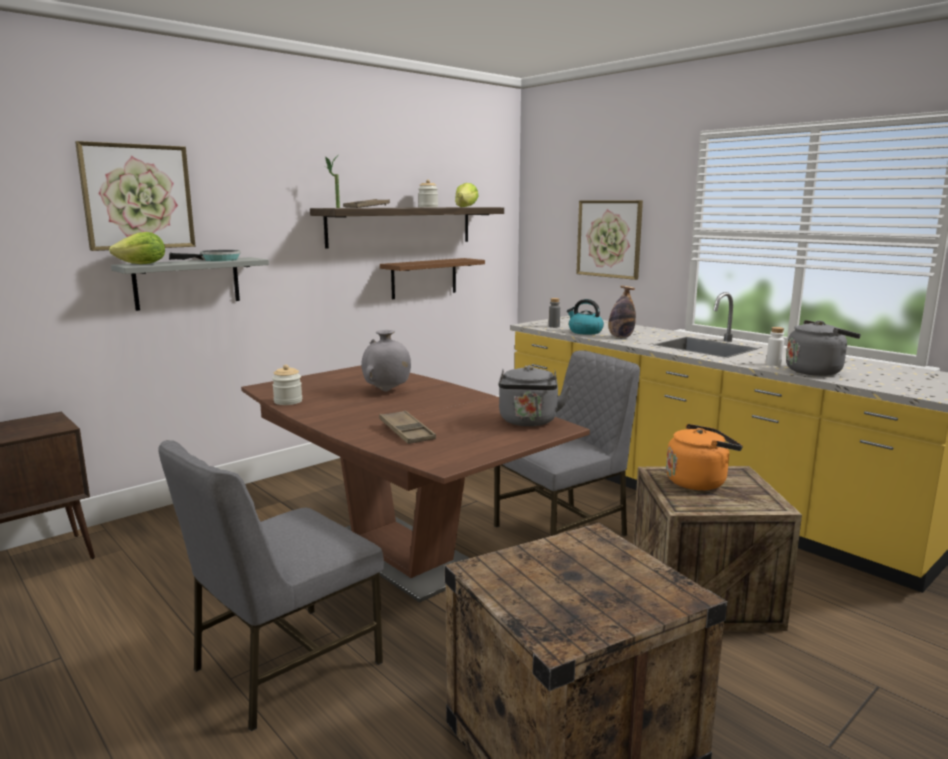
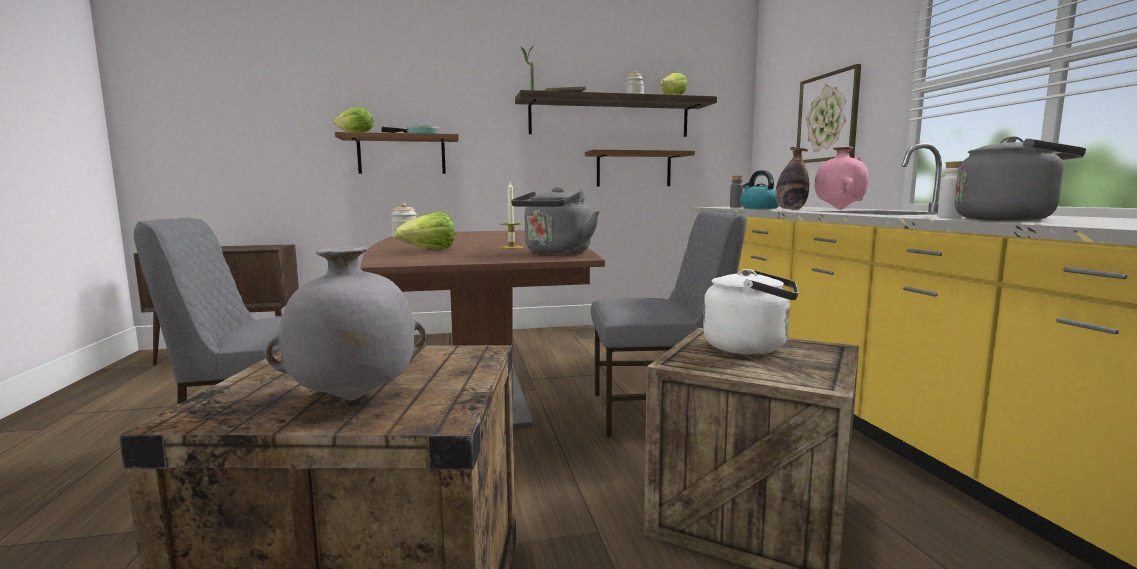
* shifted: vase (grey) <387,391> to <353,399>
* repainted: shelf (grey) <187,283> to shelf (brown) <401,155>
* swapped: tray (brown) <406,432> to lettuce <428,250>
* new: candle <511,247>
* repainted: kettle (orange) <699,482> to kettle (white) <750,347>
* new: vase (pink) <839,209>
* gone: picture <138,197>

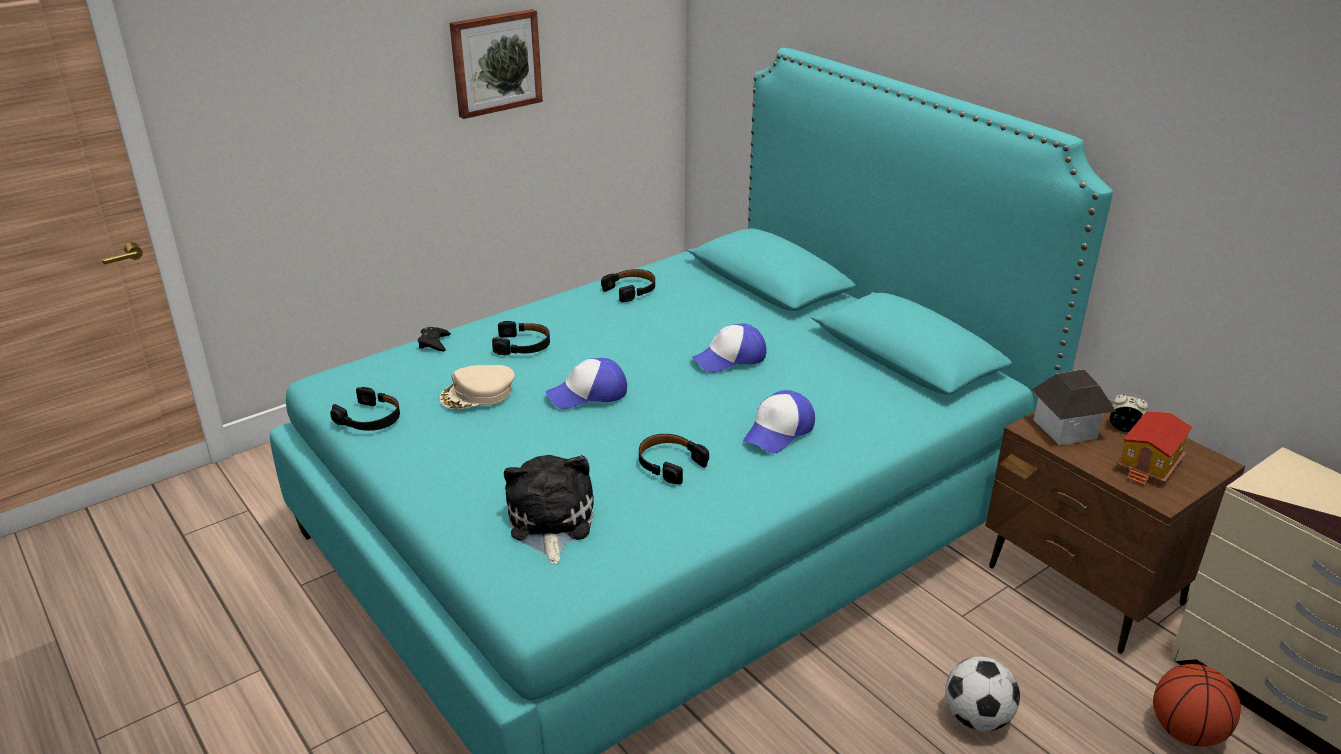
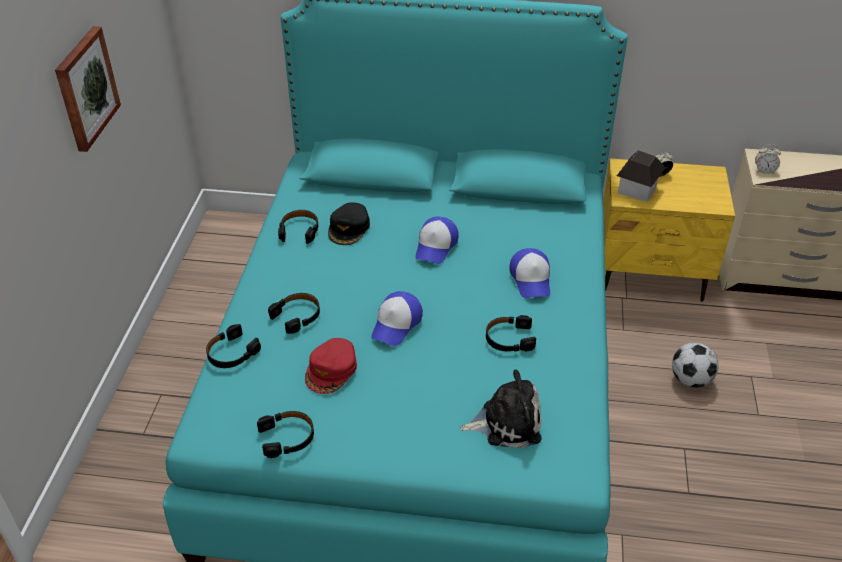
* swapped: game controller (black) <434,343> to headphones (black) <231,353>
* repainted: cap (beige) <478,394> to cap (red) <331,370>
* new: cap (black) <349,228>
* rotated: plush toy <549,523> = <506,422> 135 degrees clockwise
* repainted: nightstand (brown) <1085,586> to nightstand (yellow) <651,274>
* new: alarm clock <764,171>
* gone: toy house <1150,466>
* gone: basketball <1186,731>

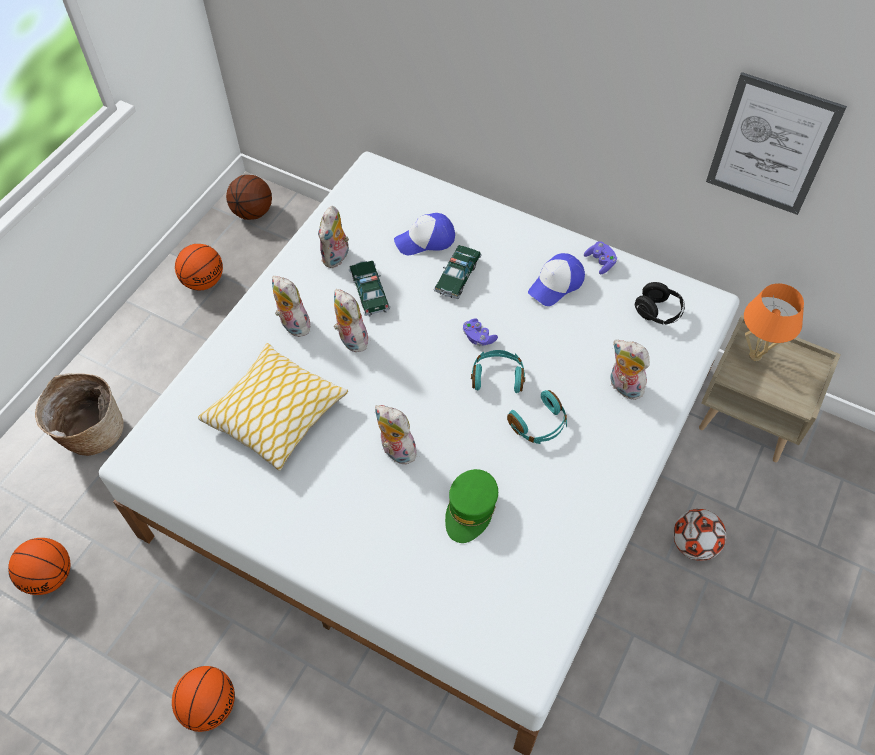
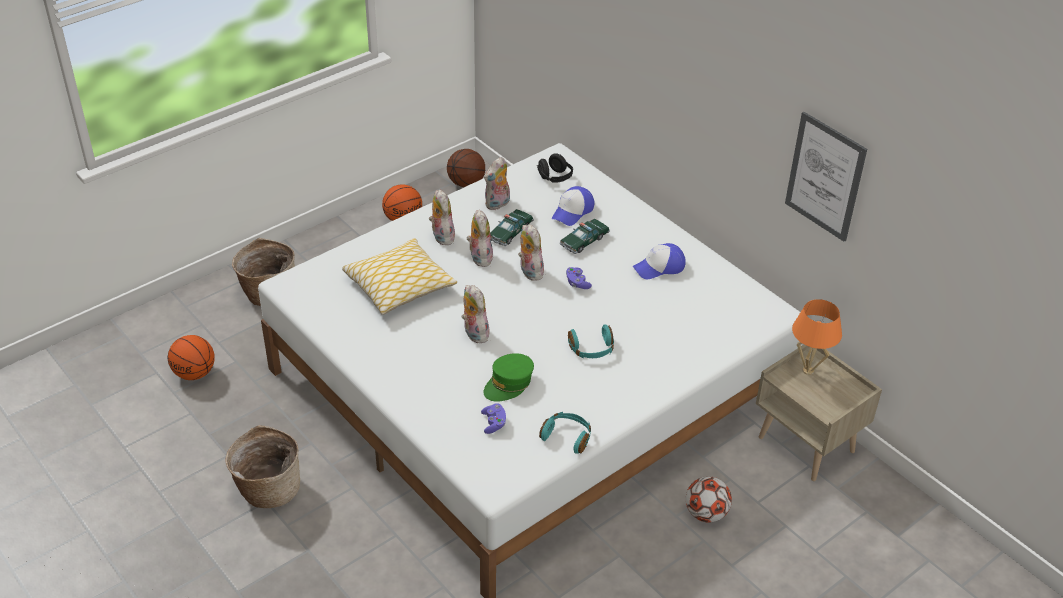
* swapped: basketball <210,705> to basket <268,489>
* shifted: game controller (purple) <600,262> to <494,423>
* rotated: toy car <369,292> = <510,232> 150 degrees counterclockwise
* shifted: plush toy <623,387> to <529,271>
* shifted: headphones (black) <658,312> to <555,178>
* shifted: headphones (turquoise) <497,376> to <567,437>
* rotated: cap <425,240> = <573,211> 60 degrees counterclockwise

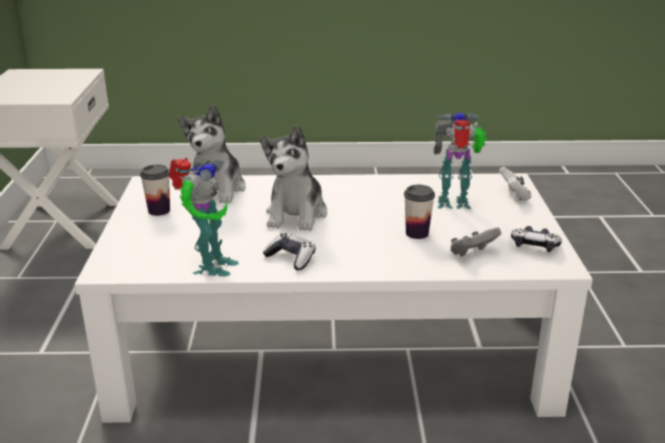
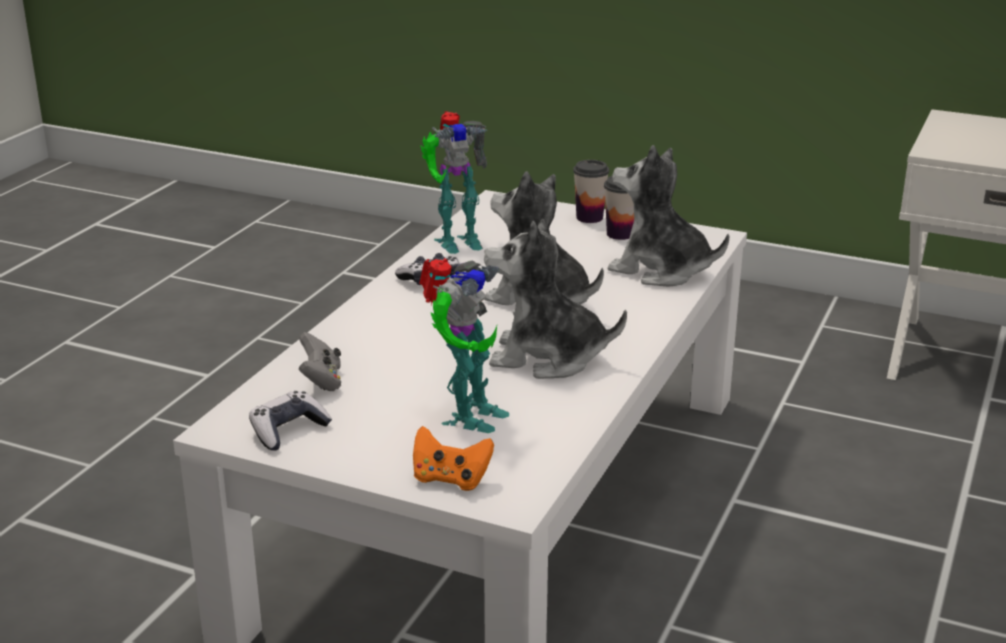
* repainted: game controller (white) <514,195> to game controller (orange) <450,479>
* rotated: toy robot <210,266> = <456,241> 60 degrees counterclockwise
* new: plush toy <547,357>
* shifted: cup <417,233> to <589,218>

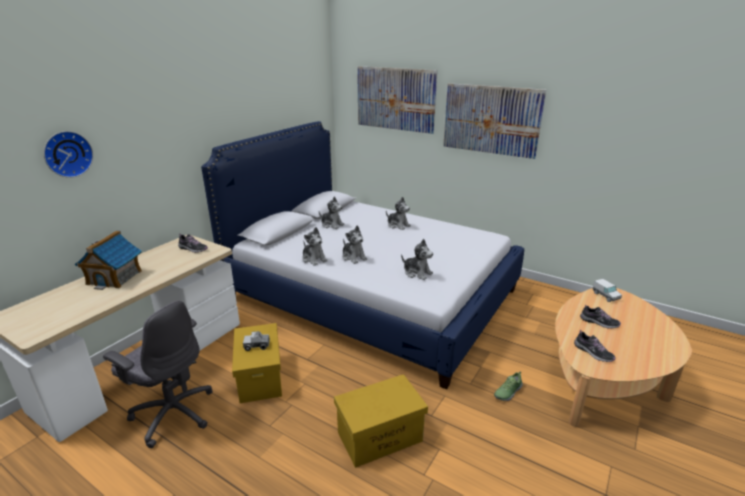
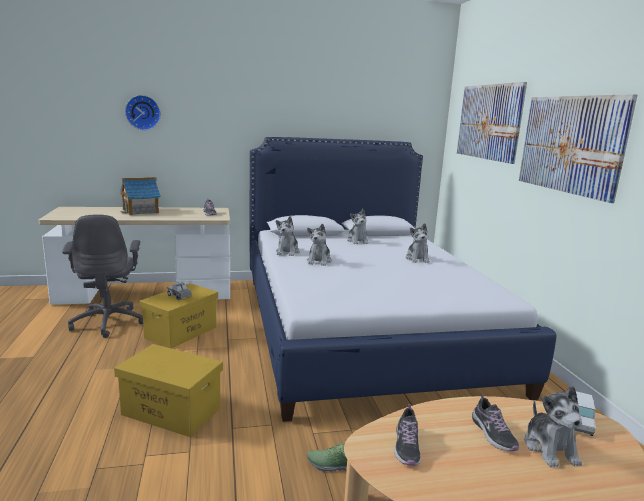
* shifted: plush toy <417,273> to <550,448>

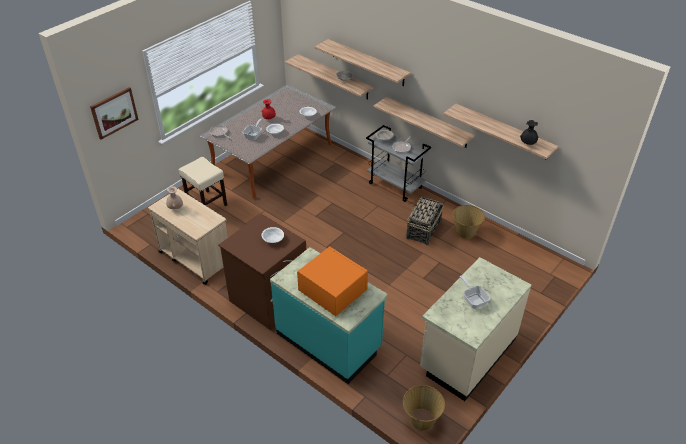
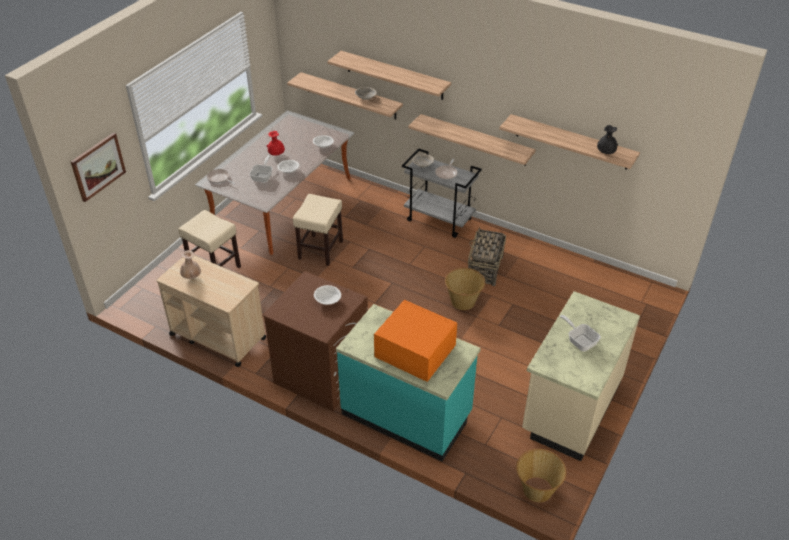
* new: stool (beige) <320,250>
* shifted: basket <466,232> to <463,301>

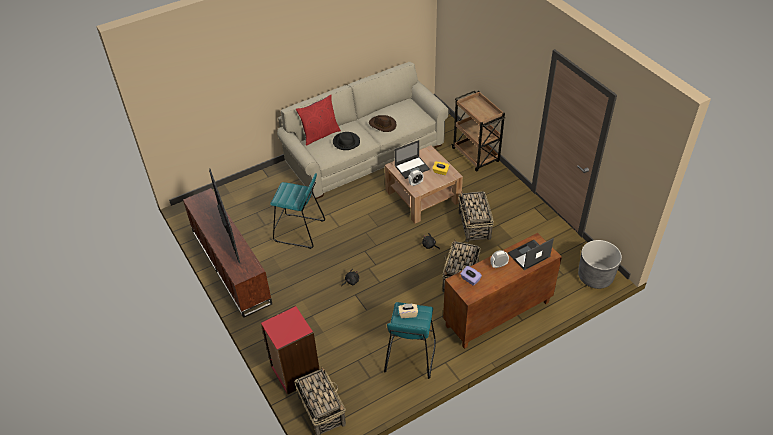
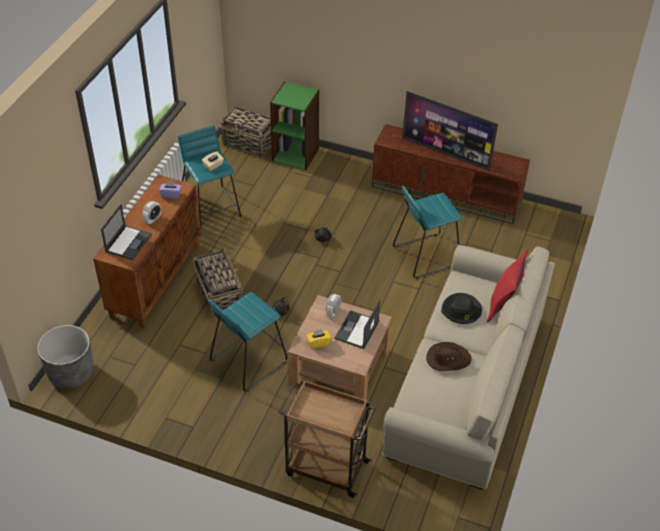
* swapped: basket <474,226> to stool (turquoise) <248,361>
* repainted: bookcase (red) <295,372> to bookcase (green) <296,154>

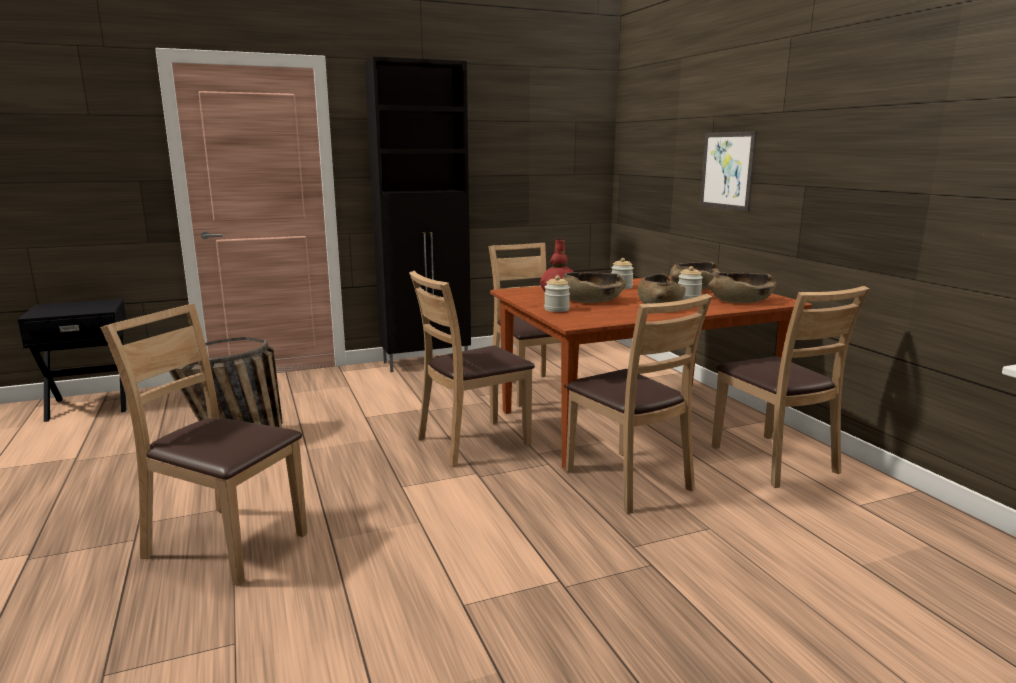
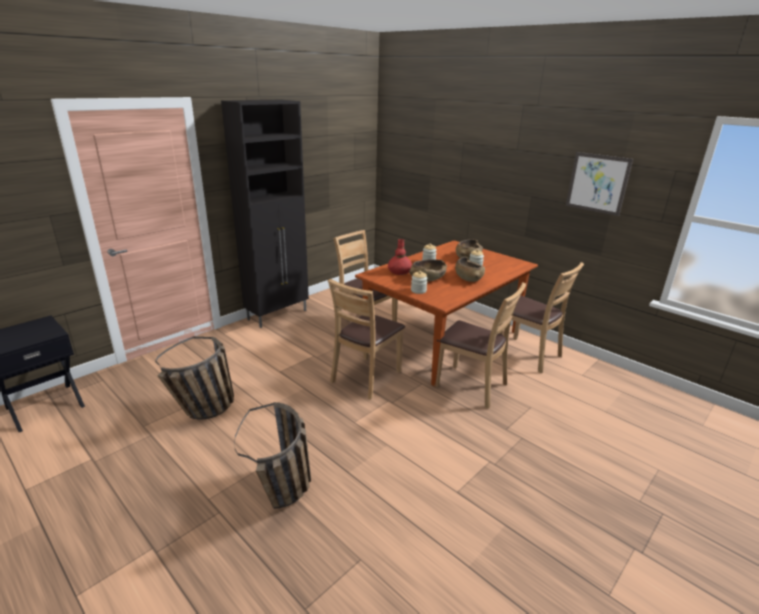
* swapped: chair (brown) <226,544> to basket <286,496>
* shifted: picture <727,170> to <597,183>
* gone: bowl (brown) <740,301>

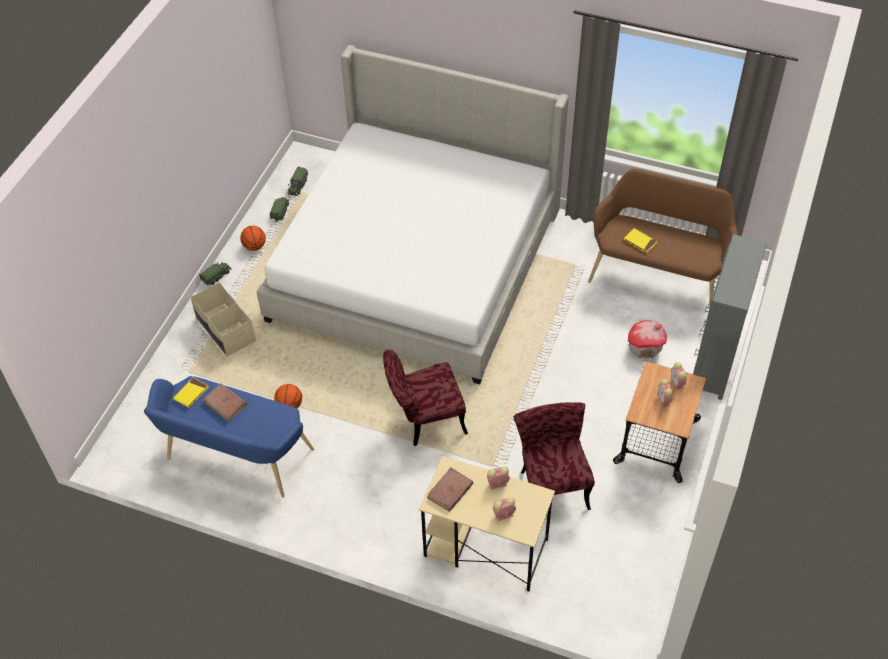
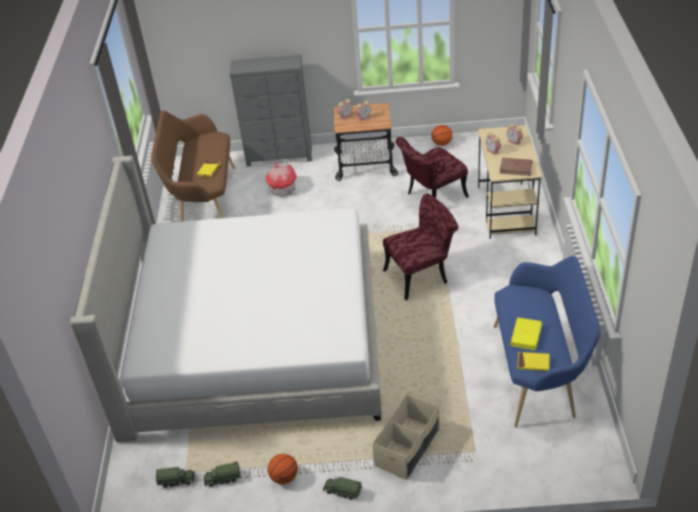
* rotated: chair (red) <425,420> = <421,275> 75 degrees counterclockwise
* shifted: basketball <289,405> to <441,144>
* repainted: book (brown) <225,403> to book (yellow) <526,335>

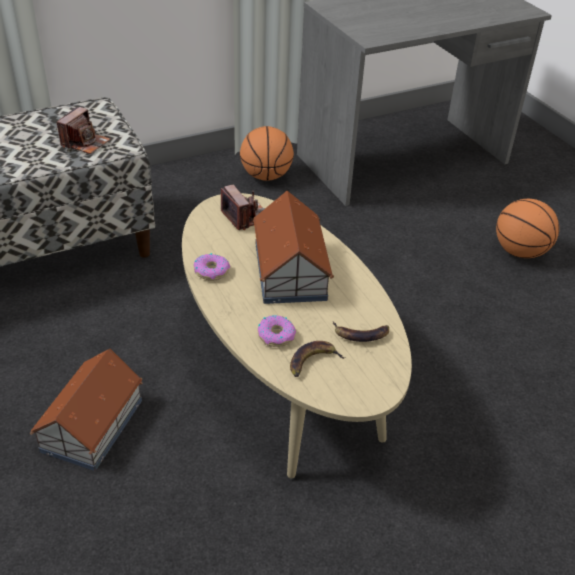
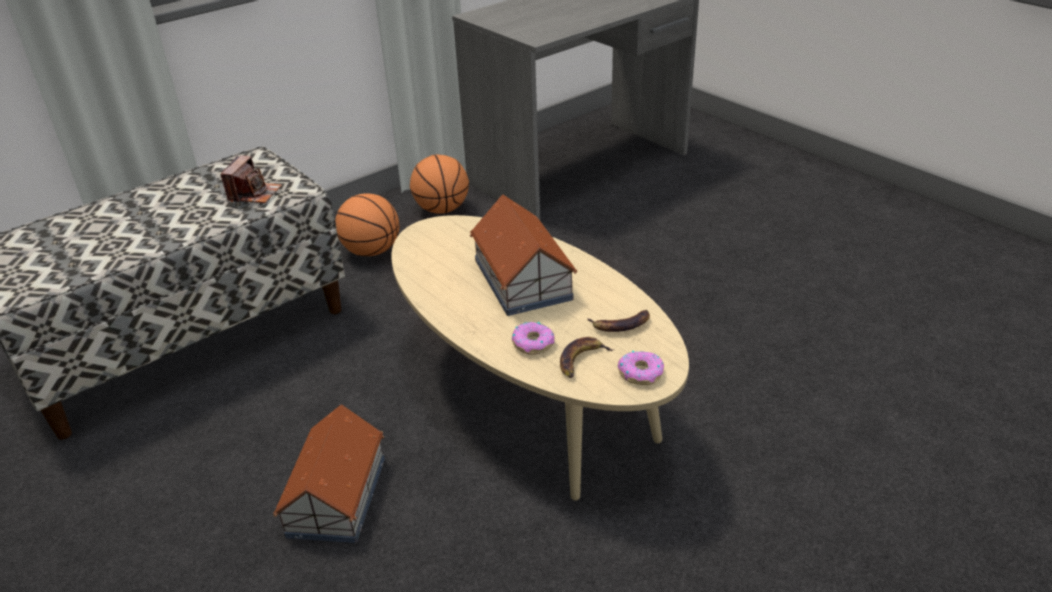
* shifted: basketball <520,252> to <371,251>
* shifted: donut <211,271> to <640,373>
* gone: photo camera <246,217>

